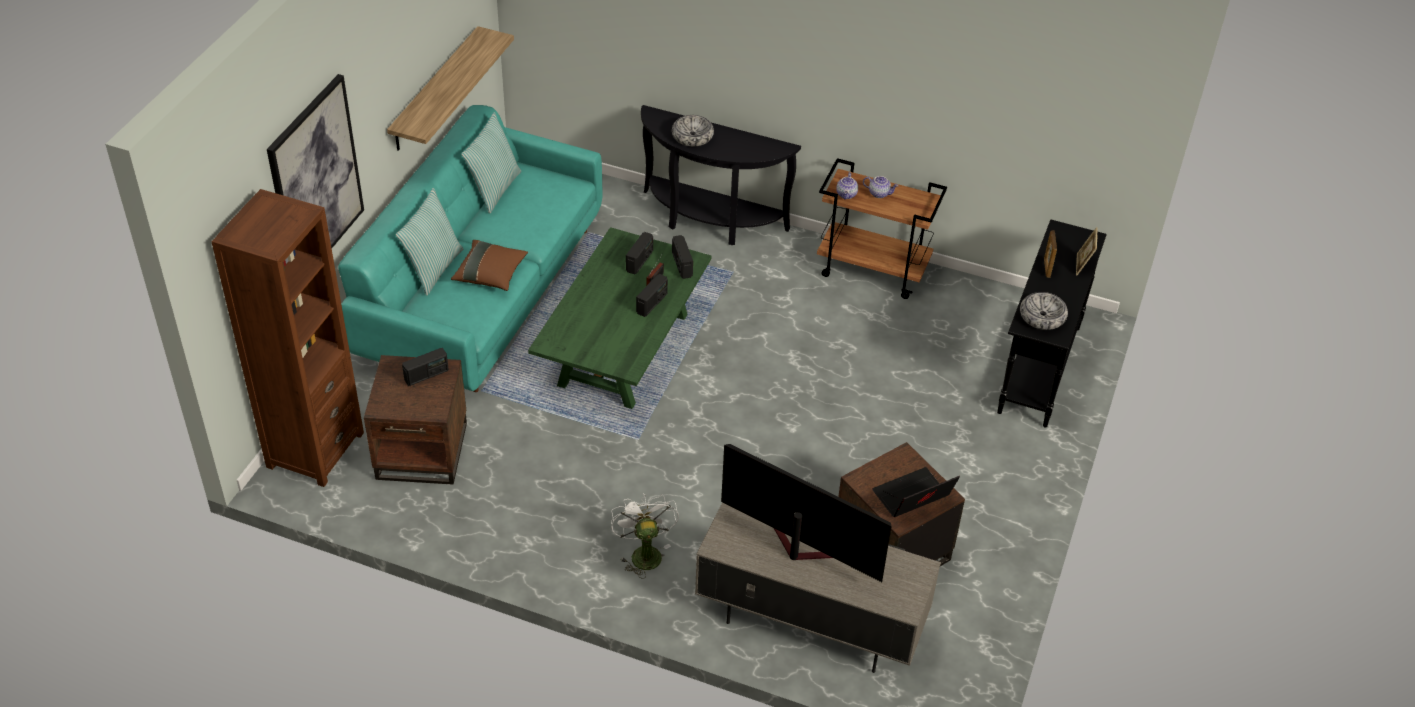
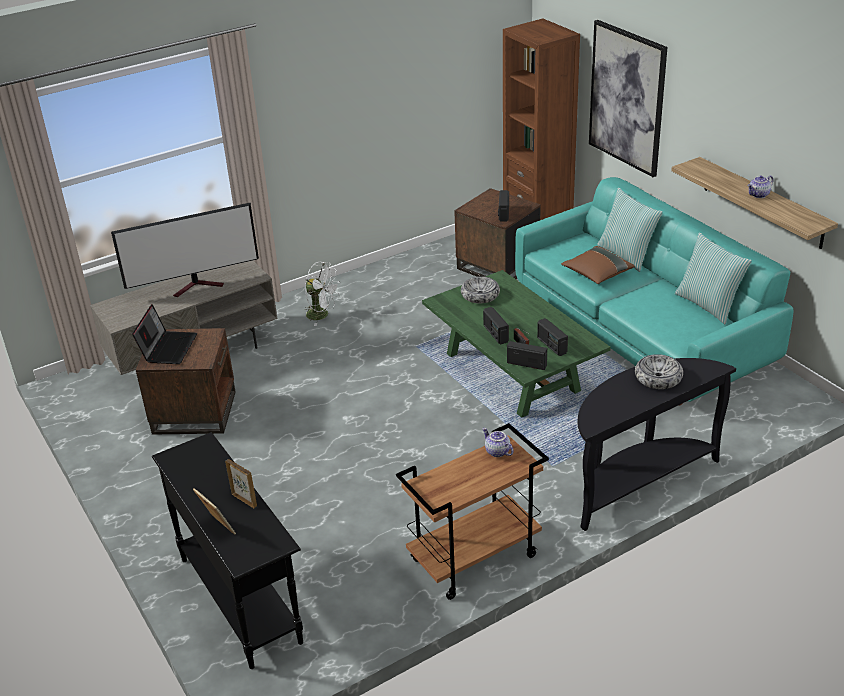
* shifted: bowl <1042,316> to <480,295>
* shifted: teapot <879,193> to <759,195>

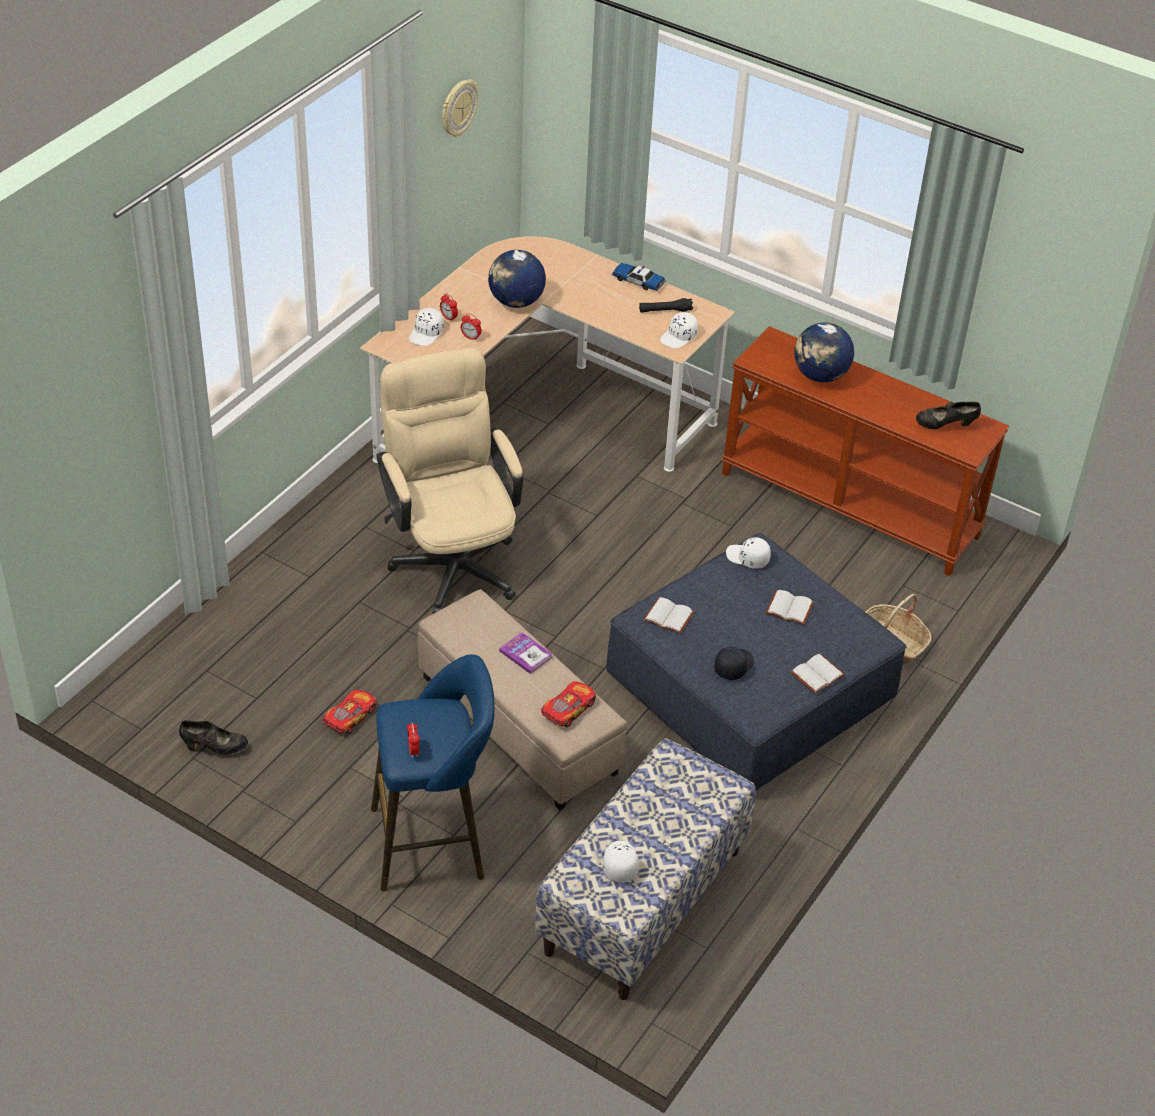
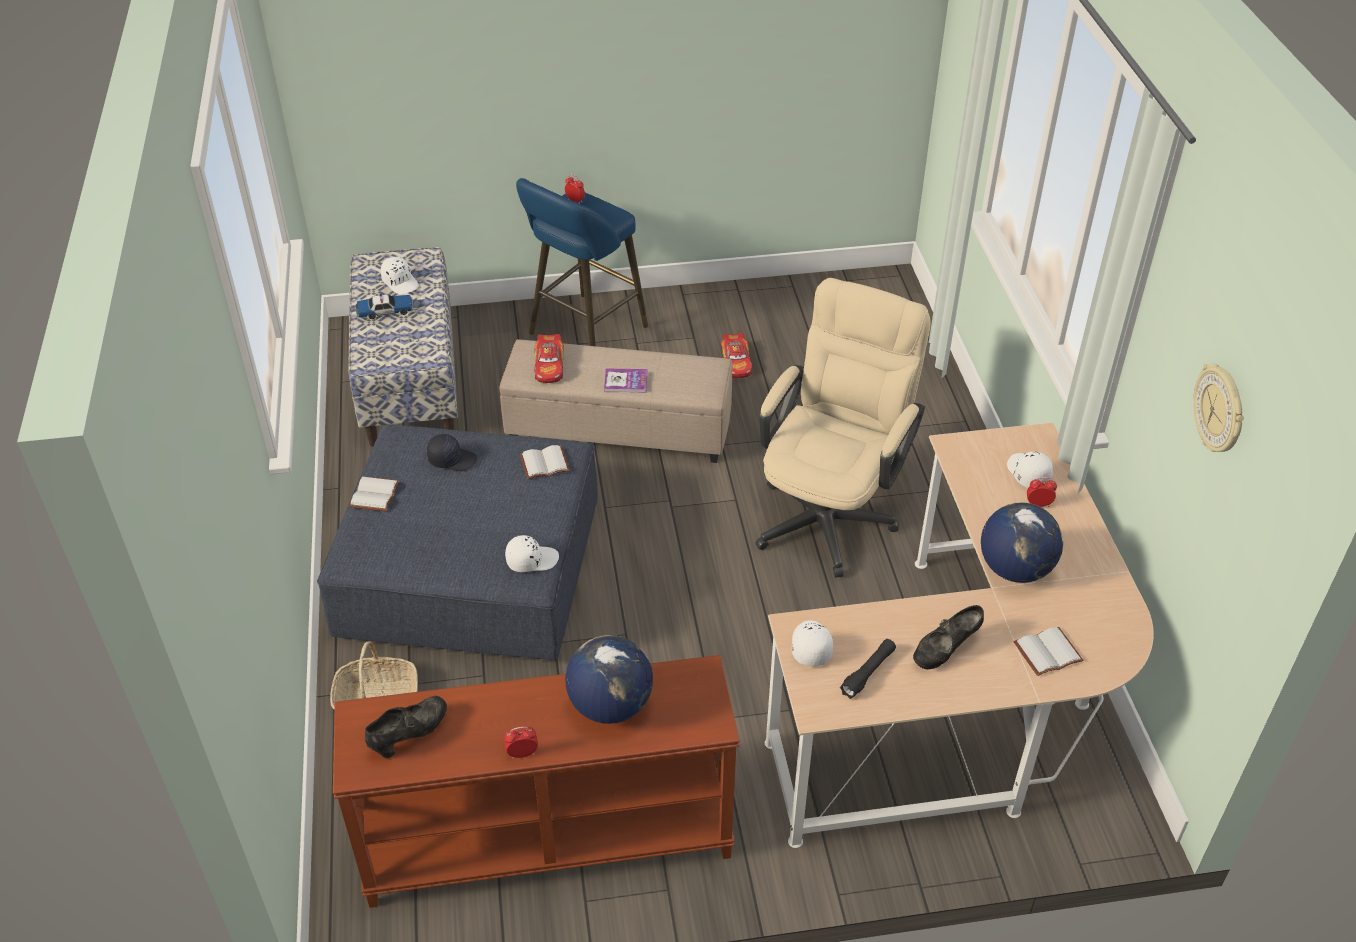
* shifted: toy car <638,281> to <385,311>
* rotated: cap (black) <733,666> = <452,459> 75 degrees counterclockwise
* shifted: alarm clock <471,337> to <522,754>
* rotated: office chair (beige) <452,559> = <830,511> 90 degrees counterclockwise
* shifted: shoe (black) <214,748> to <945,650>
* shifted: book (white) <788,609> to <1047,651>

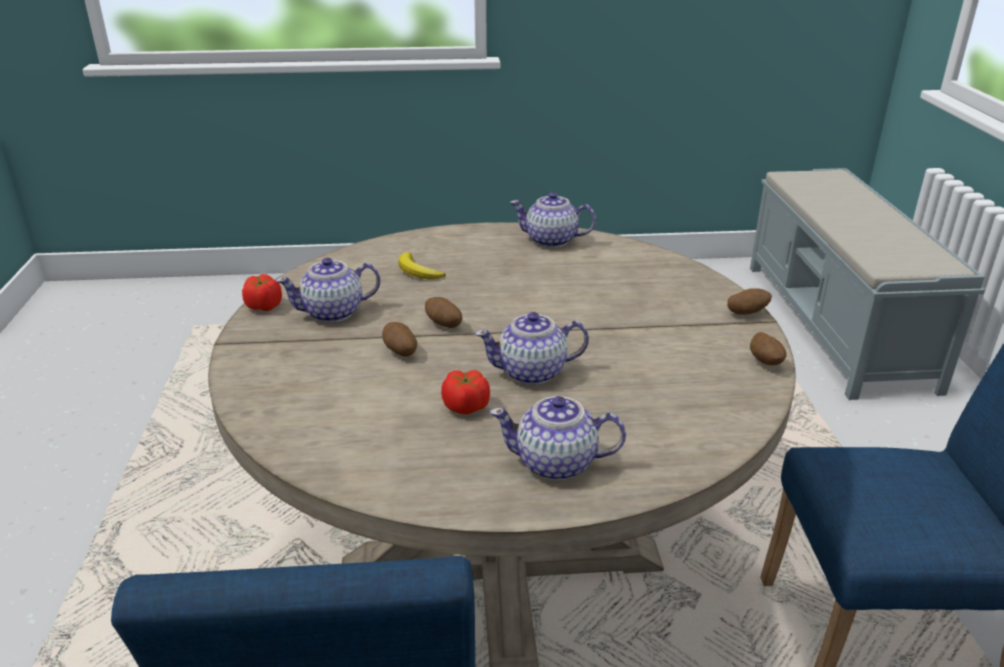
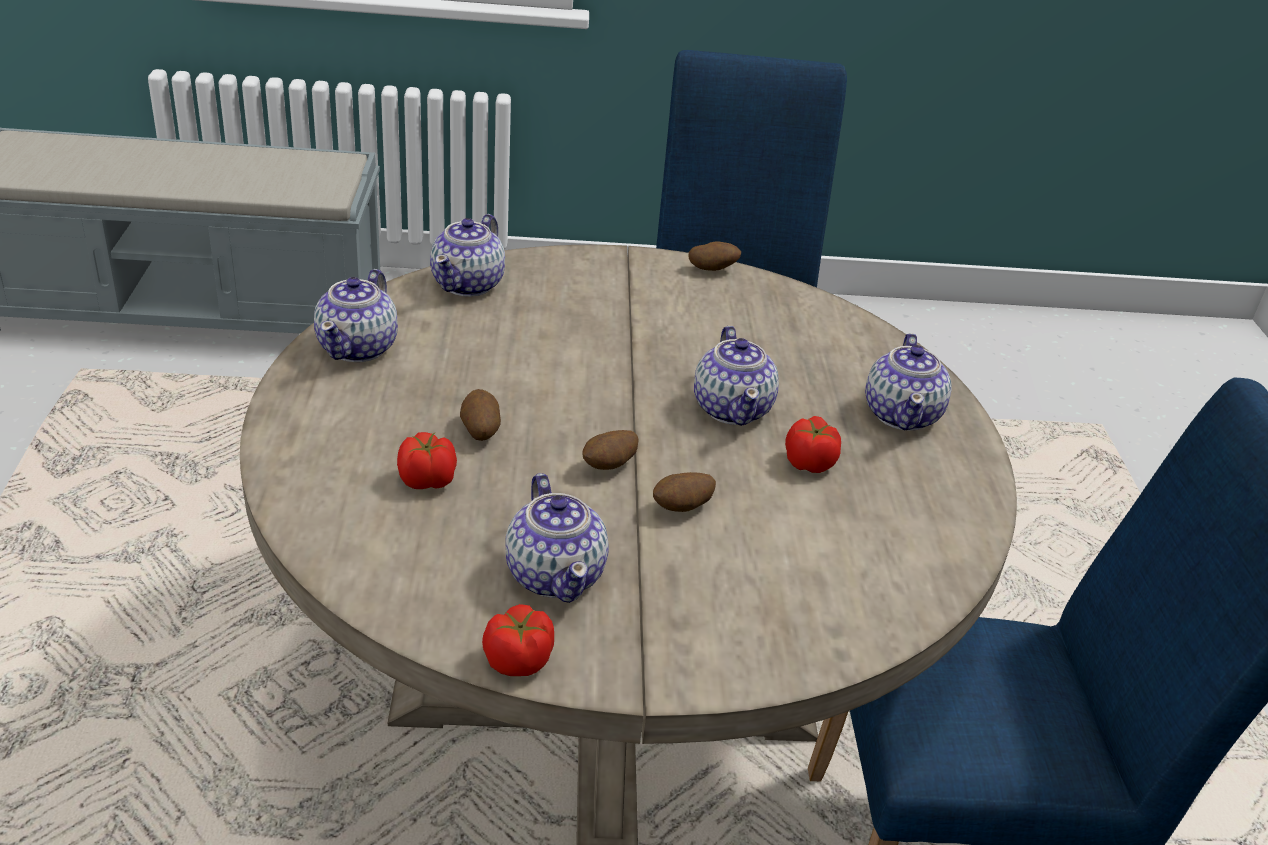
* swapped: banana <418,271> to tomato <428,481>
* new: teapot <469,284>
* shifted: potato <746,313> to <480,431>

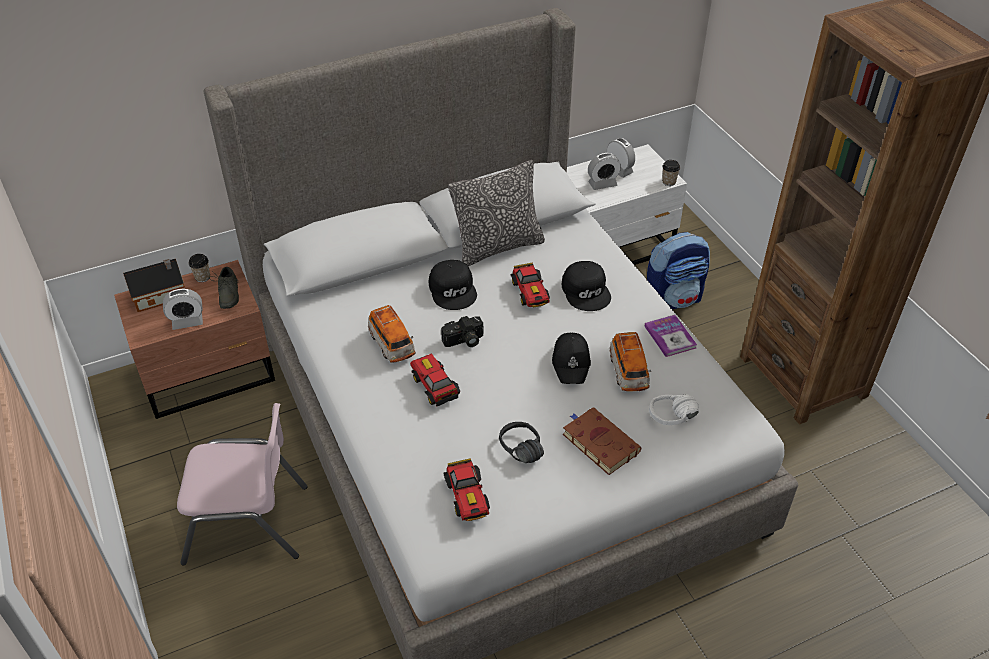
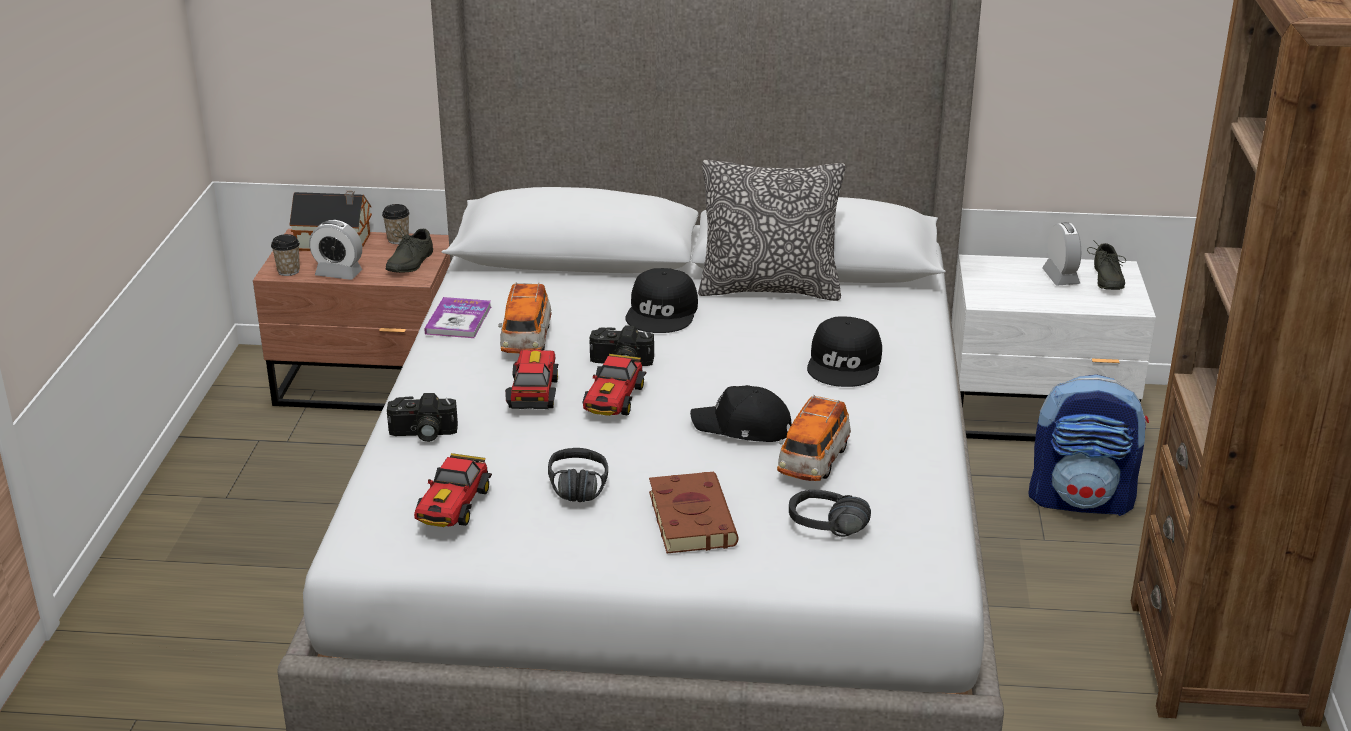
* shifted: cup <669,182> to <288,271>
* new: photo camera <422,434>
* shifted: book <670,337> to <458,320>
* shifted: toy car <530,293> to <613,401>
* rotated: cap (black) <571,362> = <743,427> 75 degrees clockwise
* repainted: headphones (white) <675,421> to headphones (black) <825,532>
* new: shoe (grey) <1104,279>
* gone: chair (pink) <247,523>
* gone: alarm clock <602,184>

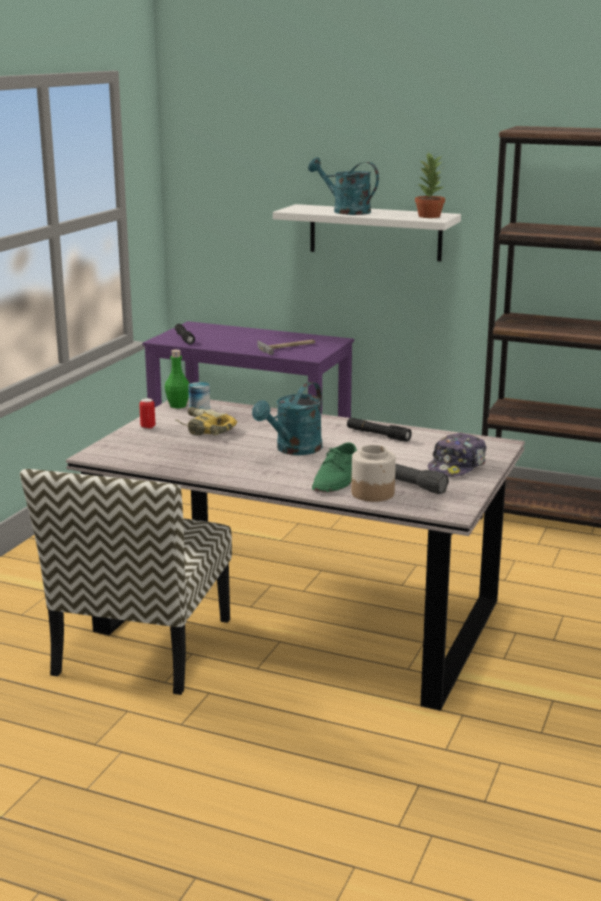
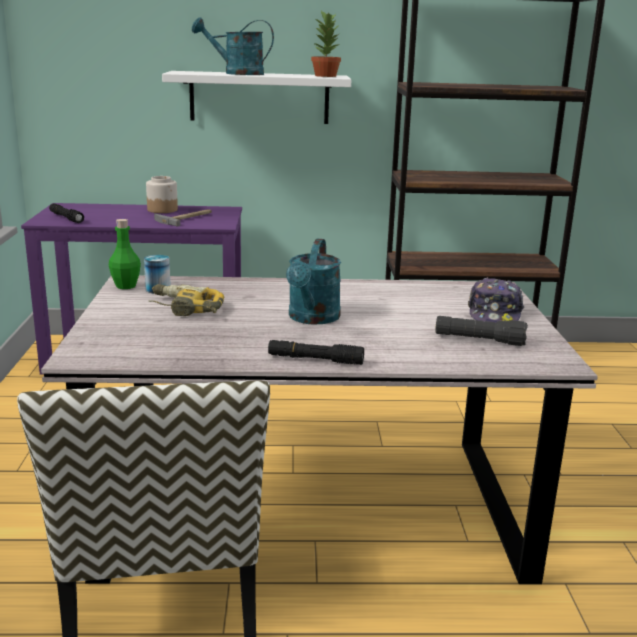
* shifted: jar <373,493> to <162,210>
* shifted: flashlight (black) <378,435> to <315,360>
* gone: can <148,427>
* gone: shoe (green) <337,479>

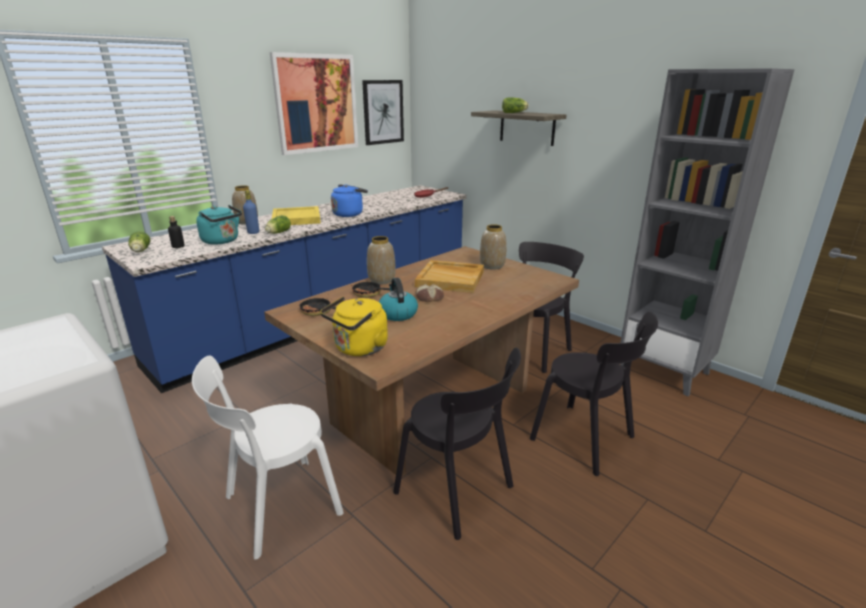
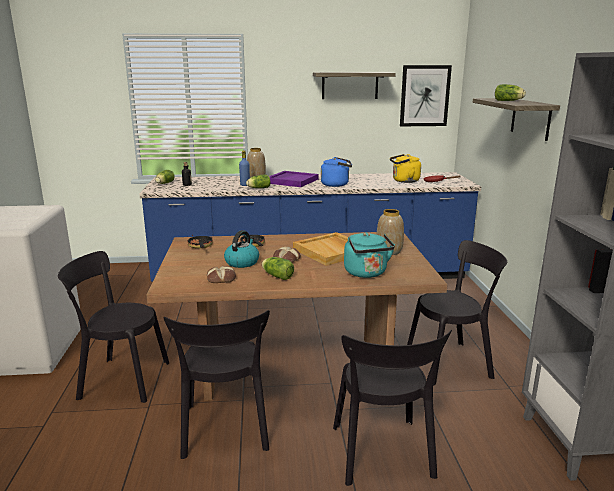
* repainted: chair (white) <277,507> to chair (black) <120,379>
* new: bread <221,278>
* new: lettuce <276,276>
* repainted: tray (yellow) <296,218> to tray (purple) <292,181>
* swapped: picture <316,103> to shelf <350,85>
* shifted: kettle (turquoise) <222,241> to <367,273>
* shifted: kettle (yellow) <358,349> to <404,181>
* gone: vase <381,280>

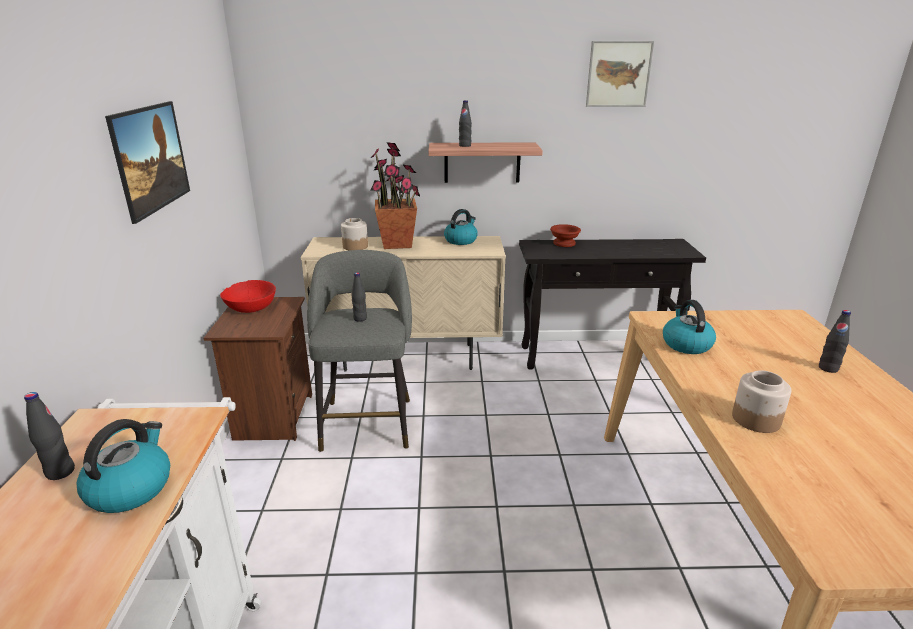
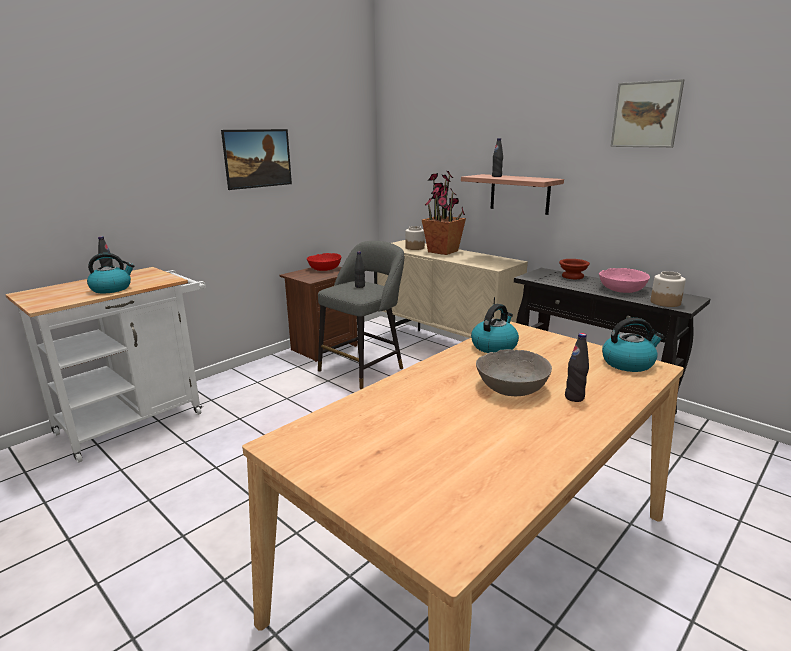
* new: bowl (grey) <511,387>
* new: bowl (pink) <622,289>
* shifted: kettle <461,240> to <628,363>
* shifted: jar <755,419> to <665,302>

